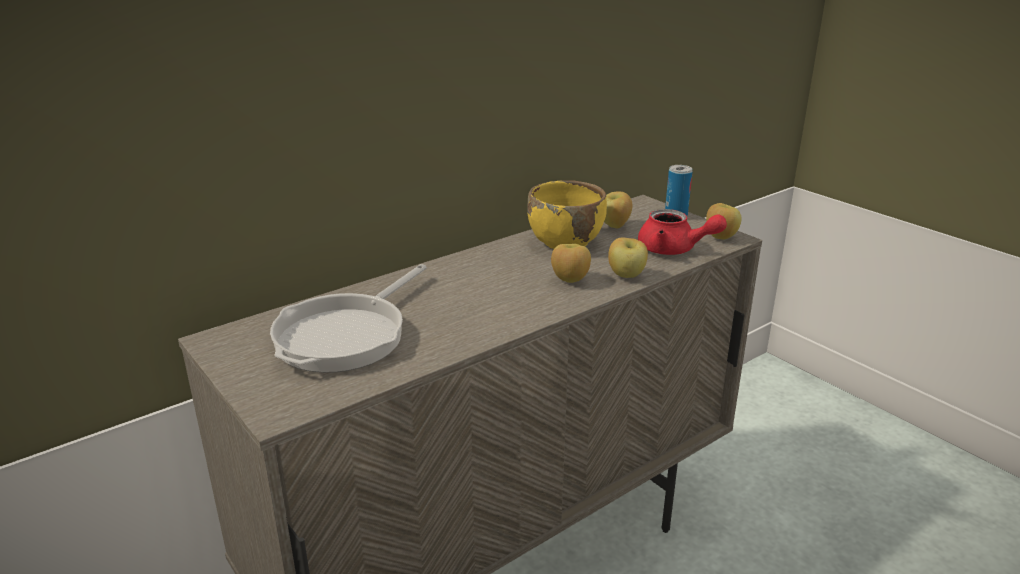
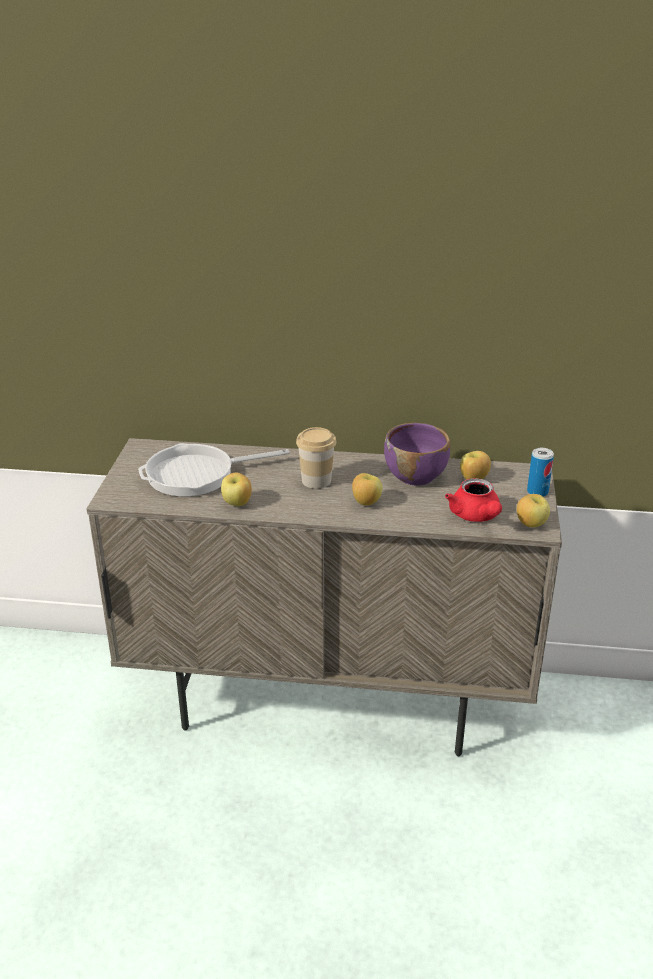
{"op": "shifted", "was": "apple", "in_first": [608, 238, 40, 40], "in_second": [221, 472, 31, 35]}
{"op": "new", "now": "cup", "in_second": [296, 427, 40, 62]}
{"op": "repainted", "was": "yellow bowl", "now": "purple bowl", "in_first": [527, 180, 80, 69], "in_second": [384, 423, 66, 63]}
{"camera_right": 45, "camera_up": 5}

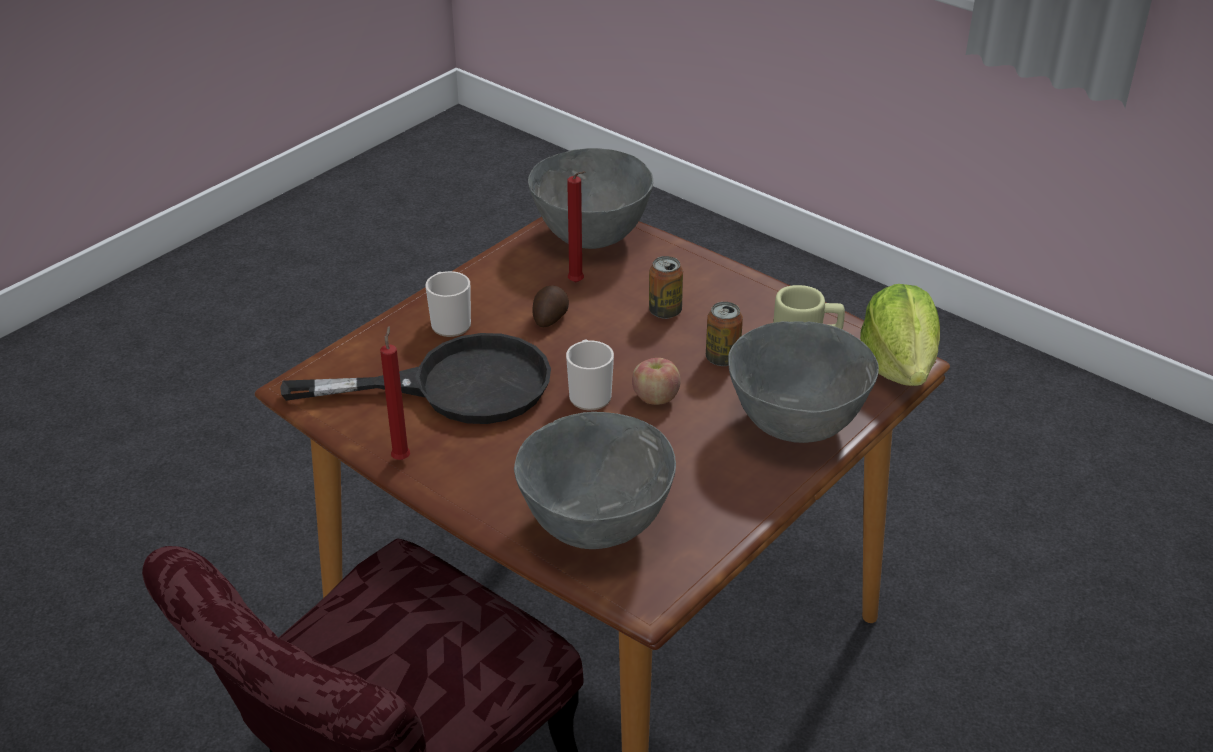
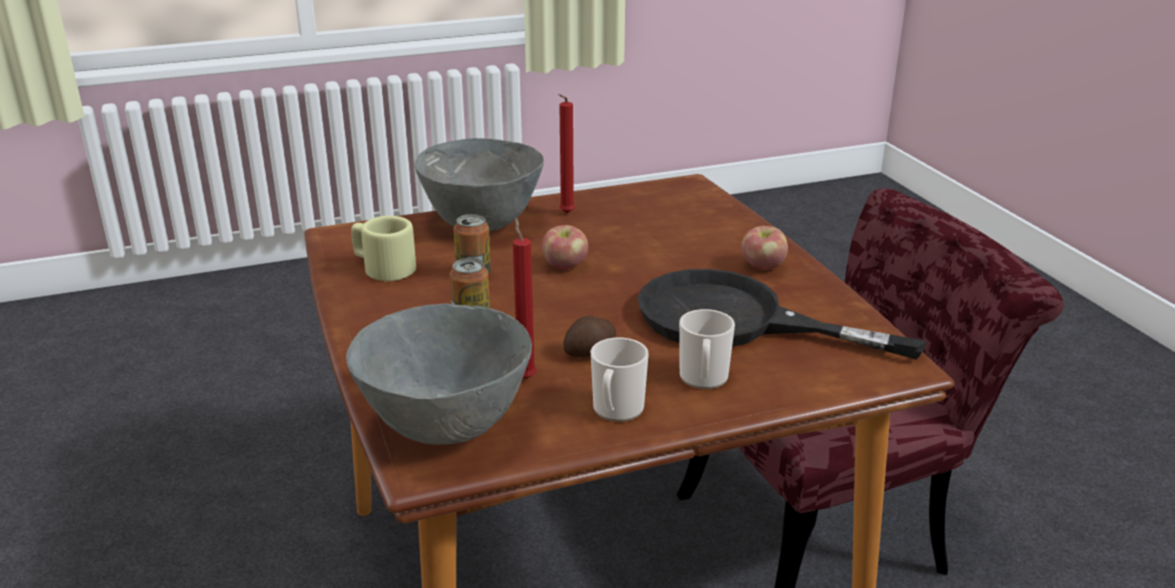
{"op": "shifted", "was": "red candle", "in_first": [380, 326, 30, 134], "in_second": [559, 94, 16, 119]}
{"op": "shifted", "was": "mug", "in_first": [566, 339, 48, 71], "in_second": [591, 337, 58, 85]}
{"op": "new", "now": "apple", "in_second": [741, 226, 47, 44]}
{"op": "gone", "was": "grey bowl", "in_first": [514, 412, 162, 137]}
{"op": "gone", "was": "lettuce", "in_first": [860, 284, 80, 102]}
{"camera_right": -150, "camera_up": -10}

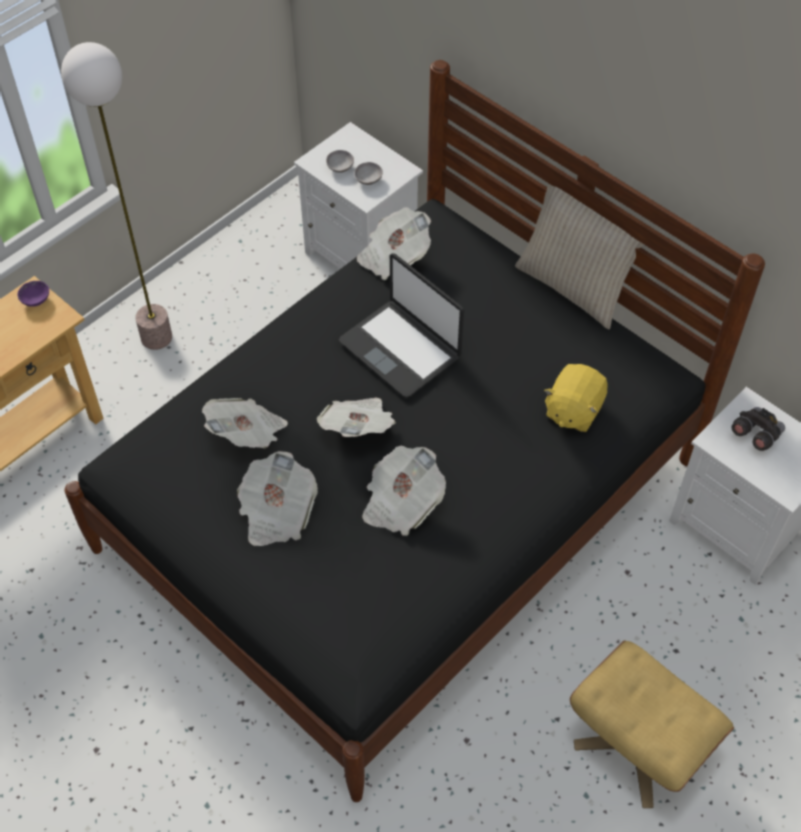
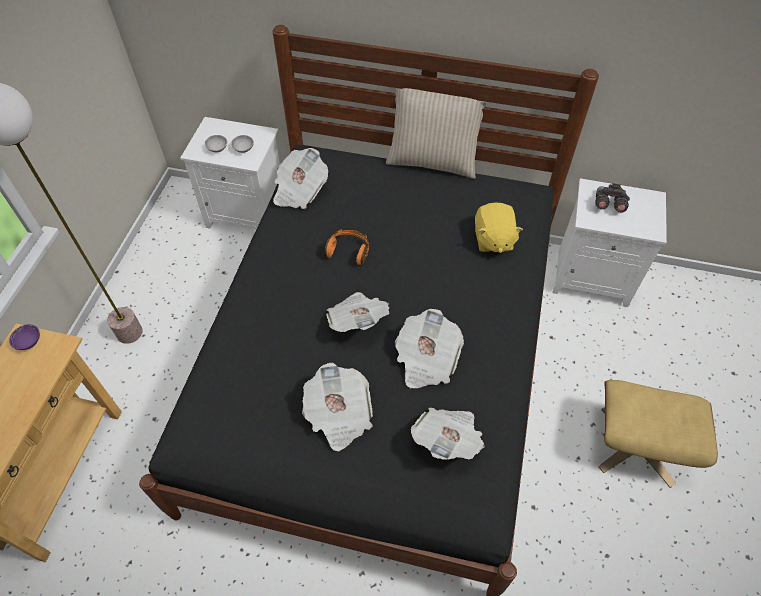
{"op": "swapped", "was": "laptop", "now": "orange headphones", "in_first": [339, 253, 125, 145], "in_second": [324, 229, 45, 36]}
{"op": "shifted", "was": "newspaper", "in_first": [202, 398, 86, 51], "in_second": [411, 408, 74, 52]}
{"camera_right": -30, "camera_up": 0}

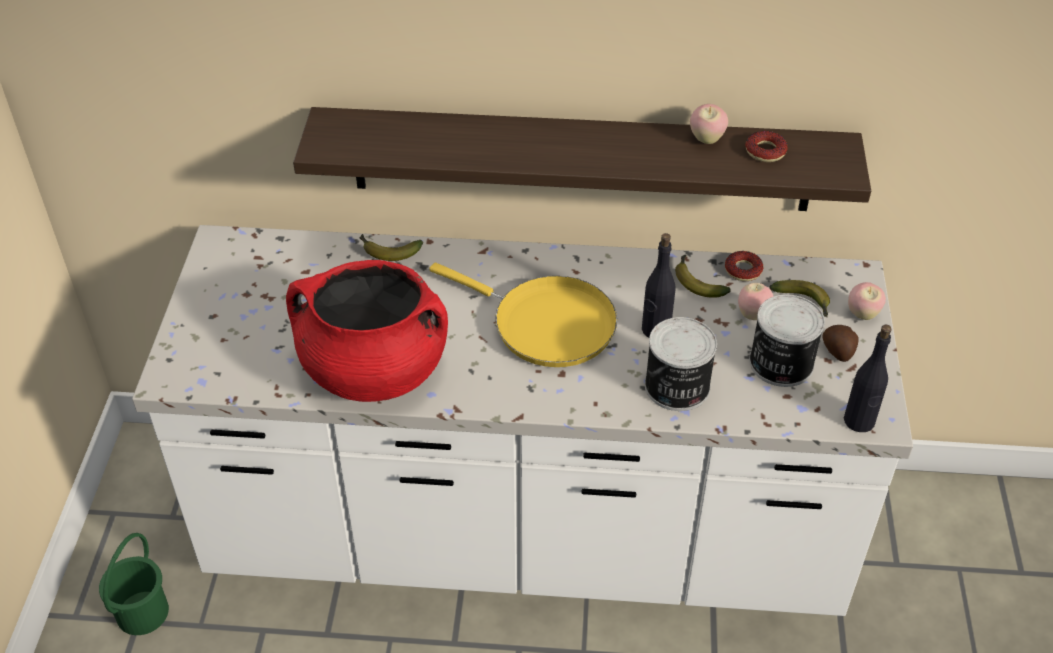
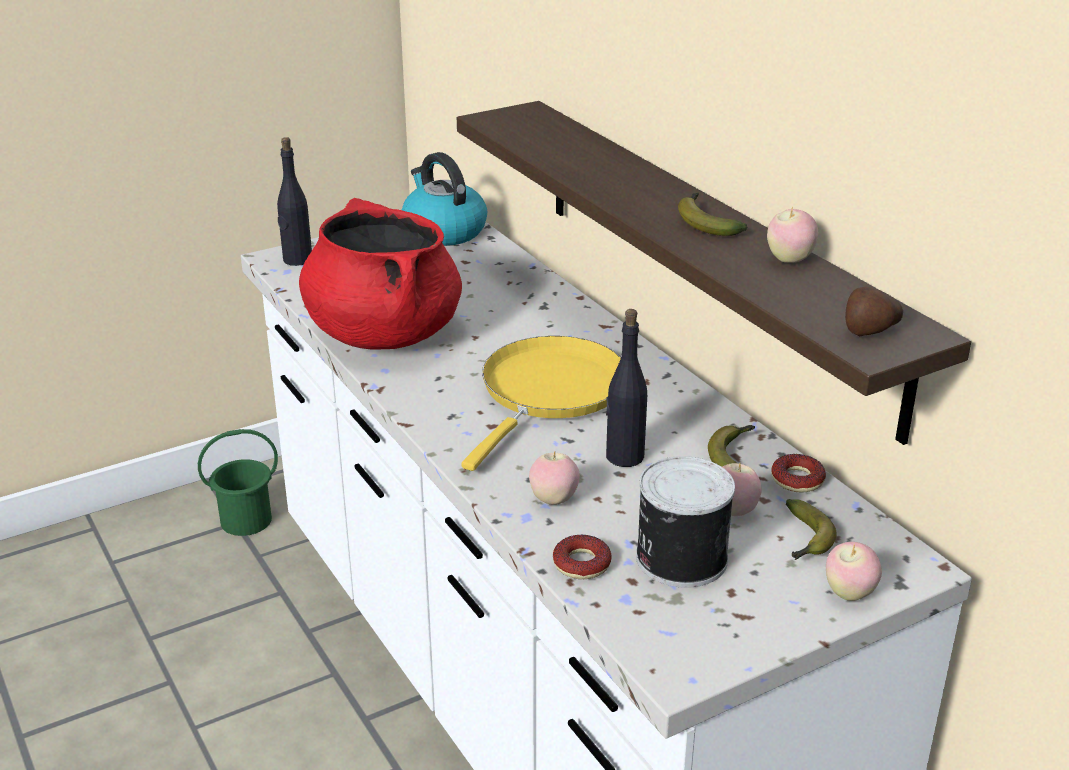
{"op": "shifted", "was": "black bottle", "in_first": [844, 325, 48, 107], "in_second": [277, 137, 35, 129]}
{"op": "new", "now": "kettle", "in_second": [402, 152, 85, 94]}
{"op": "rotated", "was": "yellow frying pan", "in_first": [429, 263, 188, 104], "in_second": [461, 336, 160, 135], "clockwise": -150}
{"op": "swapped", "was": "can", "now": "apple", "in_first": [645, 317, 72, 94], "in_second": [529, 451, 51, 54]}
{"op": "shifted", "was": "donut", "in_first": [745, 131, 43, 31], "in_second": [553, 535, 59, 44]}
{"op": "shifted", "was": "banana", "in_first": [359, 234, 64, 27], "in_second": [678, 193, 70, 43]}
{"op": "shifted", "was": "potato", "in_first": [823, 325, 36, 37], "in_second": [845, 287, 58, 49]}
{"camera_right": 55, "camera_up": -15}

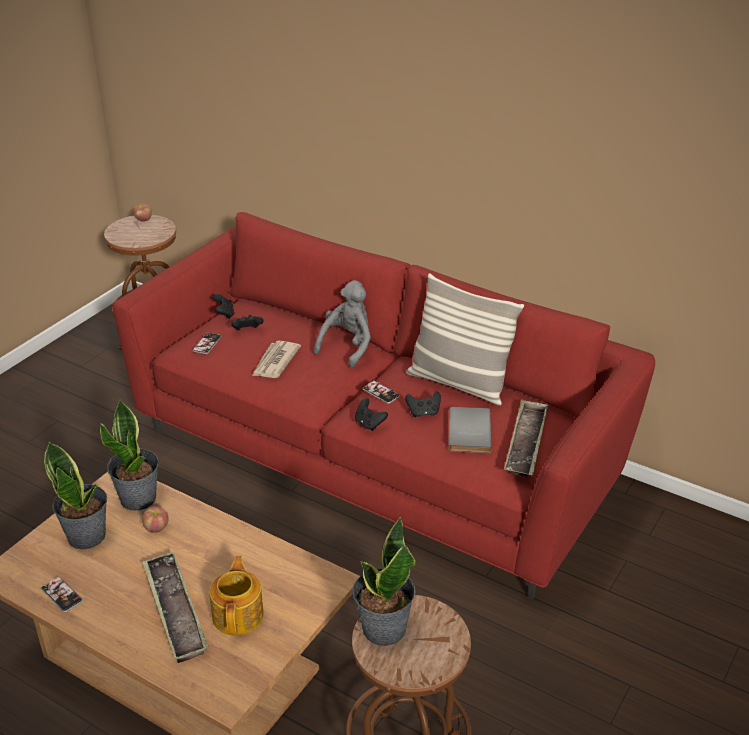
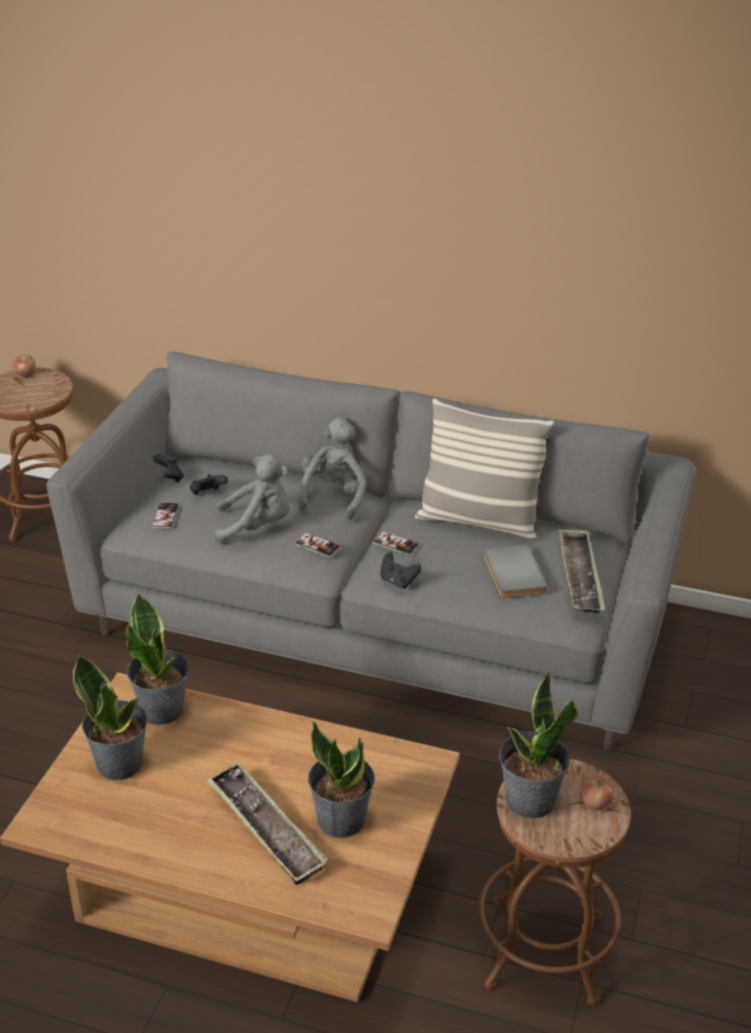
{"op": "repainted", "was": "red sofa", "now": "grey sofa", "in_first": [112, 212, 543, 387], "in_second": [47, 352, 648, 399]}
{"op": "swapped", "was": "newspaper", "now": "grey plush toy", "in_first": [252, 341, 49, 37], "in_second": [215, 454, 75, 90]}
{"op": "shifted", "was": "phone", "in_first": [41, 577, 42, 35], "in_second": [295, 532, 46, 25]}
{"op": "swapped", "was": "teapot", "now": "potted plant", "in_first": [209, 556, 55, 80], "in_second": [308, 722, 67, 116]}
{"op": "shifted", "was": "apple", "in_first": [142, 506, 27, 27], "in_second": [580, 774, 35, 36]}
{"op": "gone", "was": "black game controller", "in_first": [405, 391, 36, 26]}
{"camera_right": -15, "camera_up": 0}

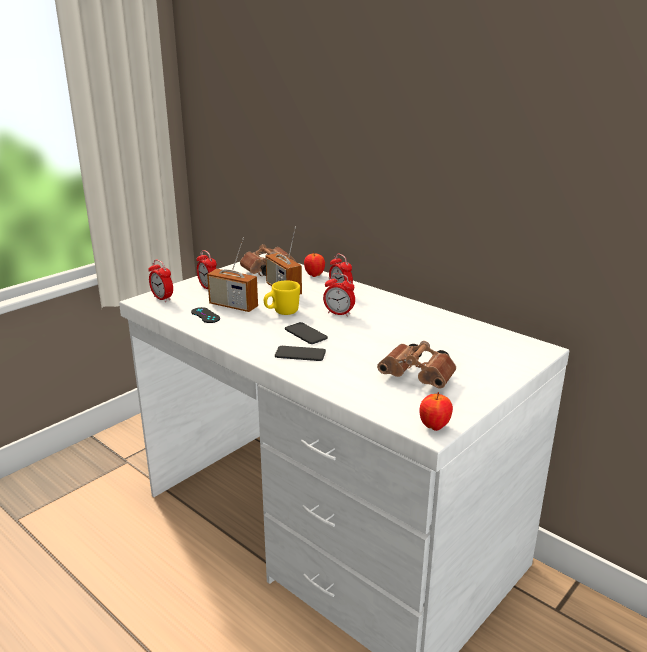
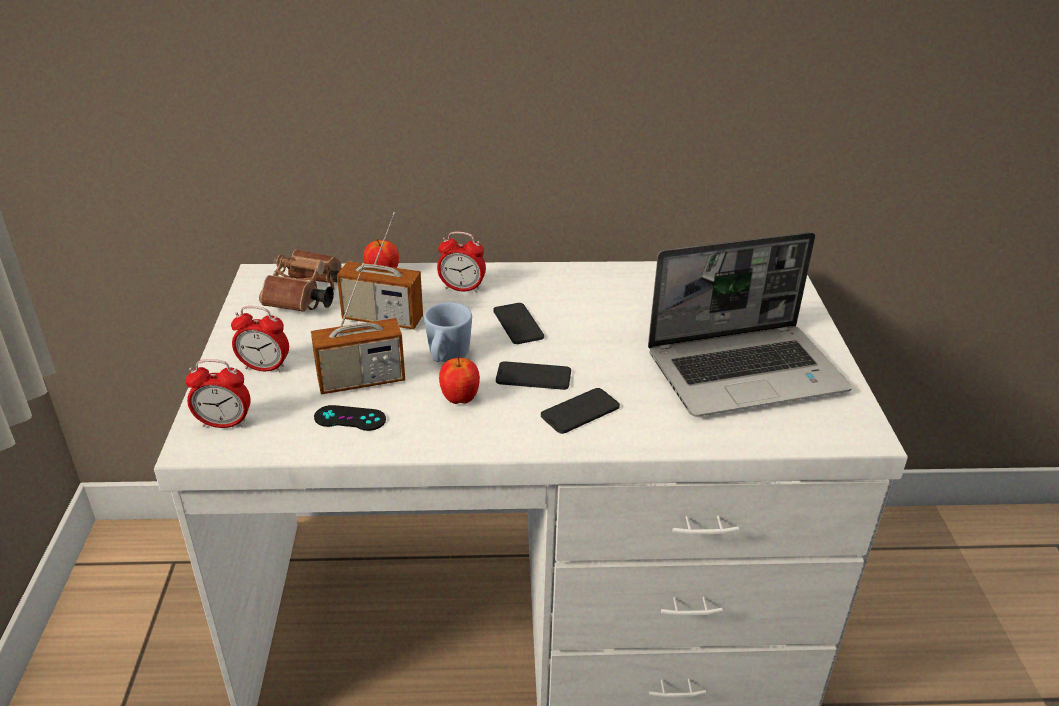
{"op": "repainted", "was": "yellow mug", "now": "blue mug", "in_first": [264, 280, 36, 35], "in_second": [424, 302, 48, 60]}
{"op": "shifted", "was": "apple", "in_first": [419, 392, 34, 39], "in_second": [439, 356, 41, 48]}
{"op": "swapped", "was": "alarm clock", "now": "phone", "in_first": [323, 273, 32, 44], "in_second": [493, 303, 51, 41]}
{"op": "swapped", "was": "brown binoculars", "now": "laptop", "in_first": [377, 341, 79, 48], "in_second": [648, 232, 204, 185]}
{"camera_right": -45, "camera_up": 10}

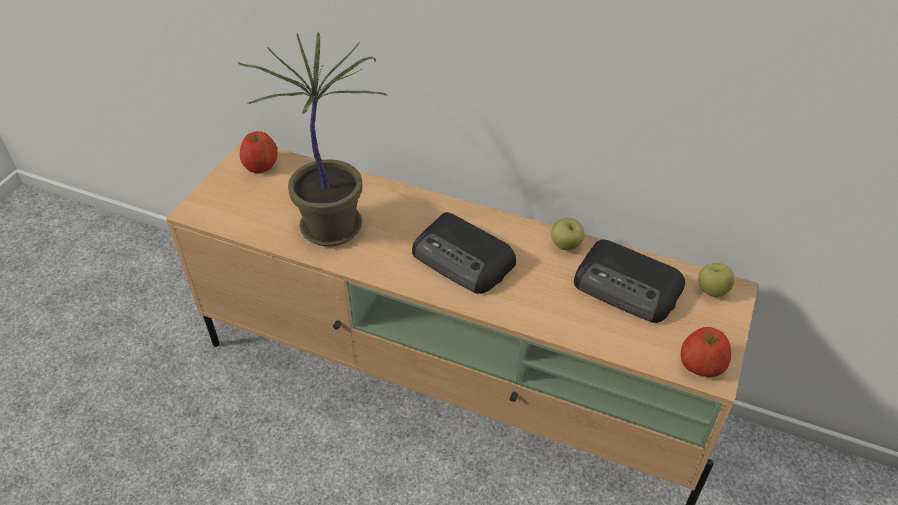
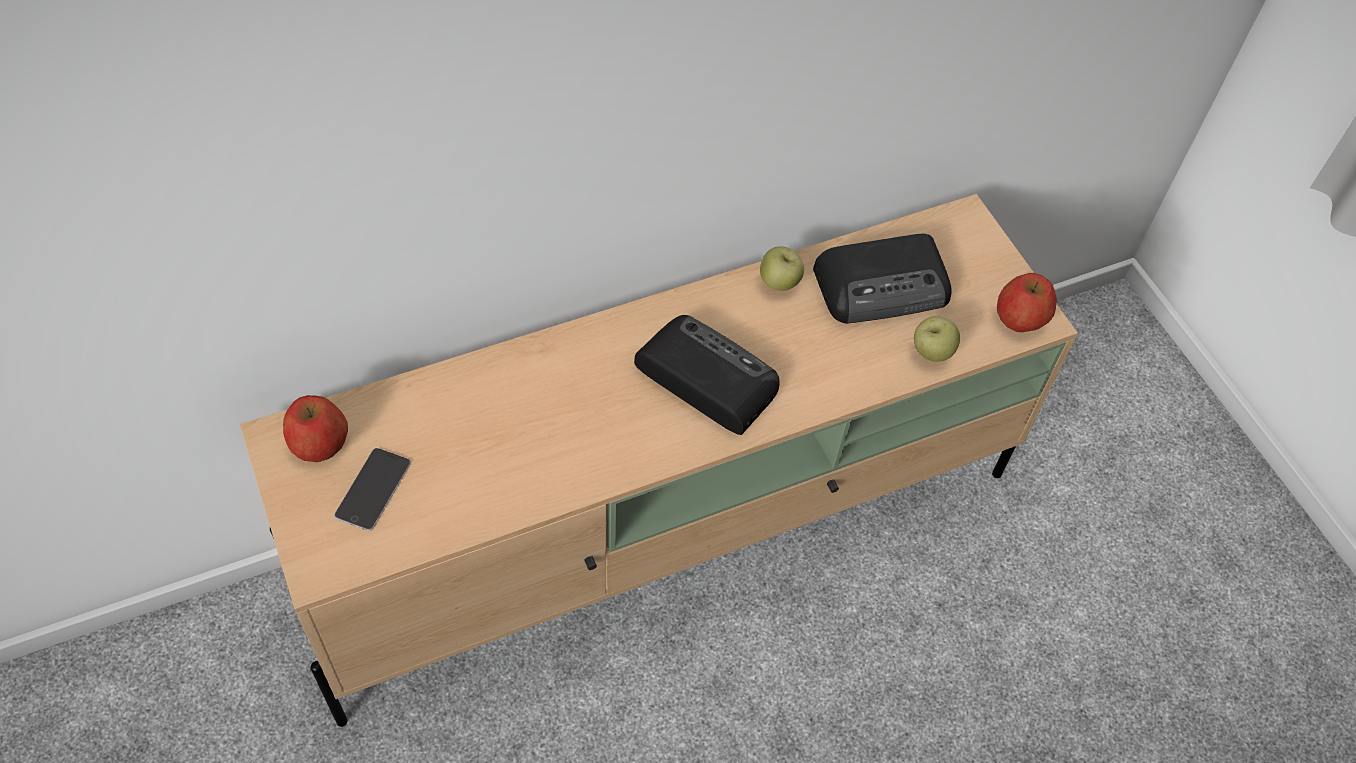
{"op": "new", "now": "phone", "in_second": [334, 448, 77, 83]}
{"op": "rotated", "was": "radio", "in_first": [412, 212, 104, 82], "in_second": [634, 315, 146, 120], "clockwise": -135}
{"op": "shifted", "was": "apple", "in_first": [698, 263, 37, 34], "in_second": [914, 316, 46, 46]}
{"op": "gone", "was": "potted plant", "in_first": [237, 32, 150, 215]}
{"camera_right": -50, "camera_up": 10}

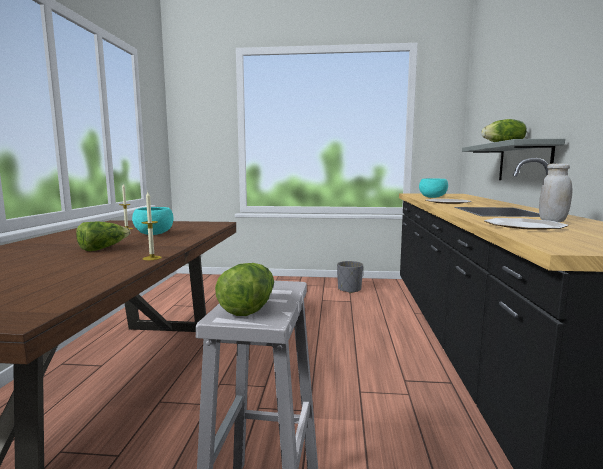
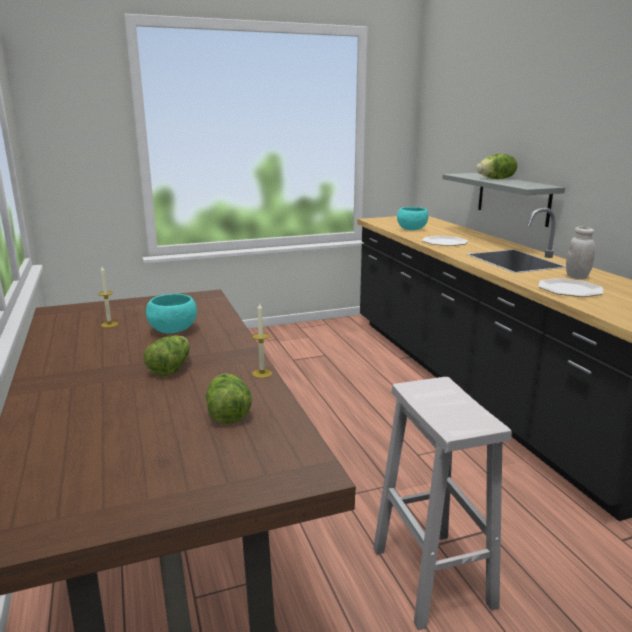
{"op": "shifted", "was": "lettuce", "in_first": [215, 263, 59, 53], "in_second": [205, 374, 47, 50]}
{"op": "gone", "was": "grey planter", "in_first": [337, 261, 26, 32]}
{"camera_right": -25, "camera_up": 10}

